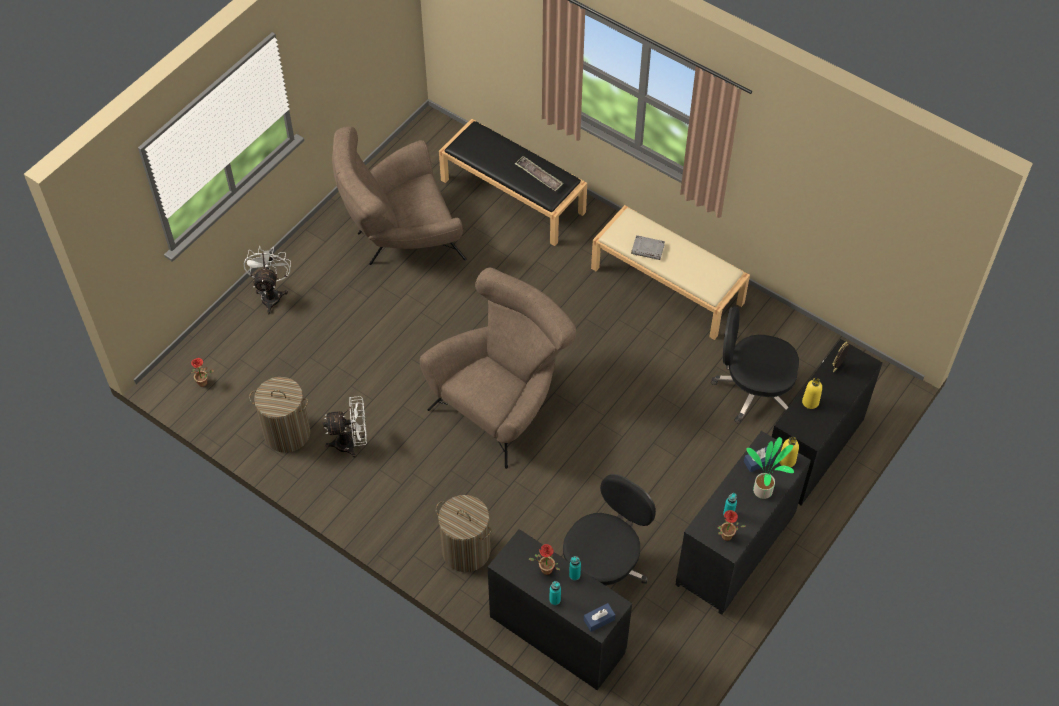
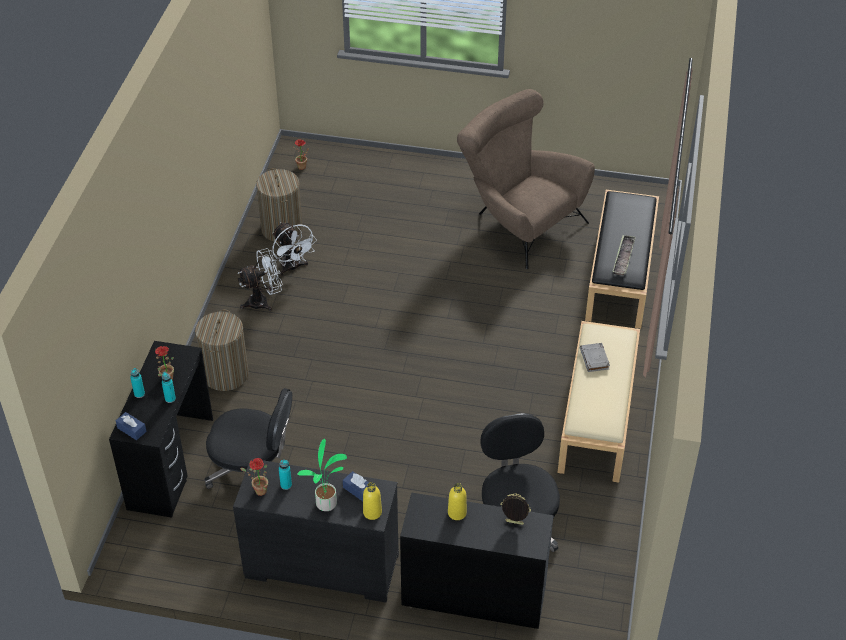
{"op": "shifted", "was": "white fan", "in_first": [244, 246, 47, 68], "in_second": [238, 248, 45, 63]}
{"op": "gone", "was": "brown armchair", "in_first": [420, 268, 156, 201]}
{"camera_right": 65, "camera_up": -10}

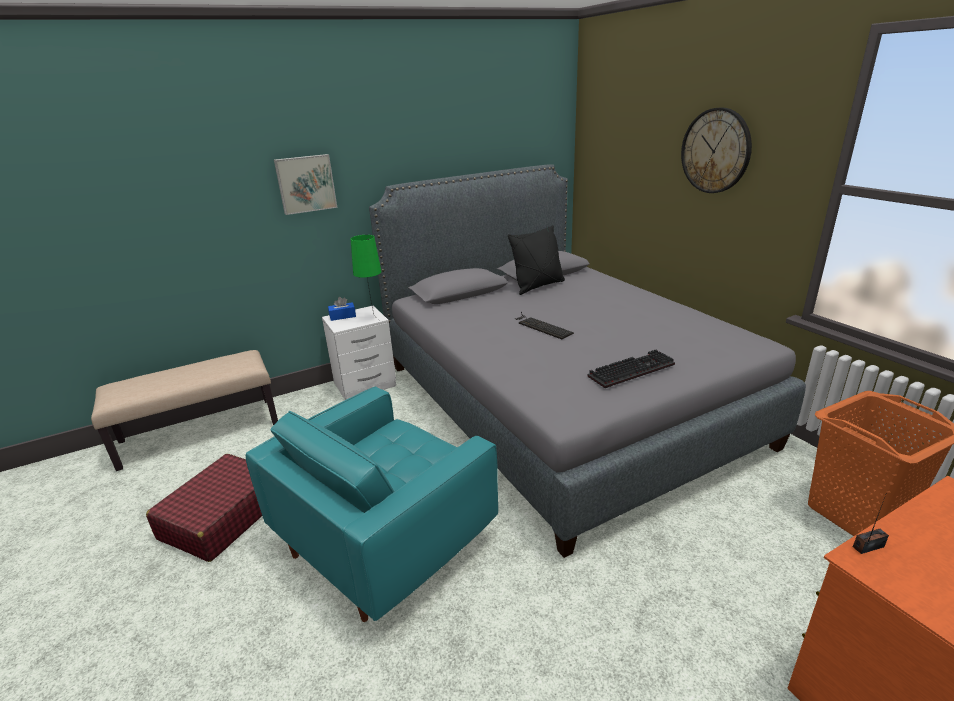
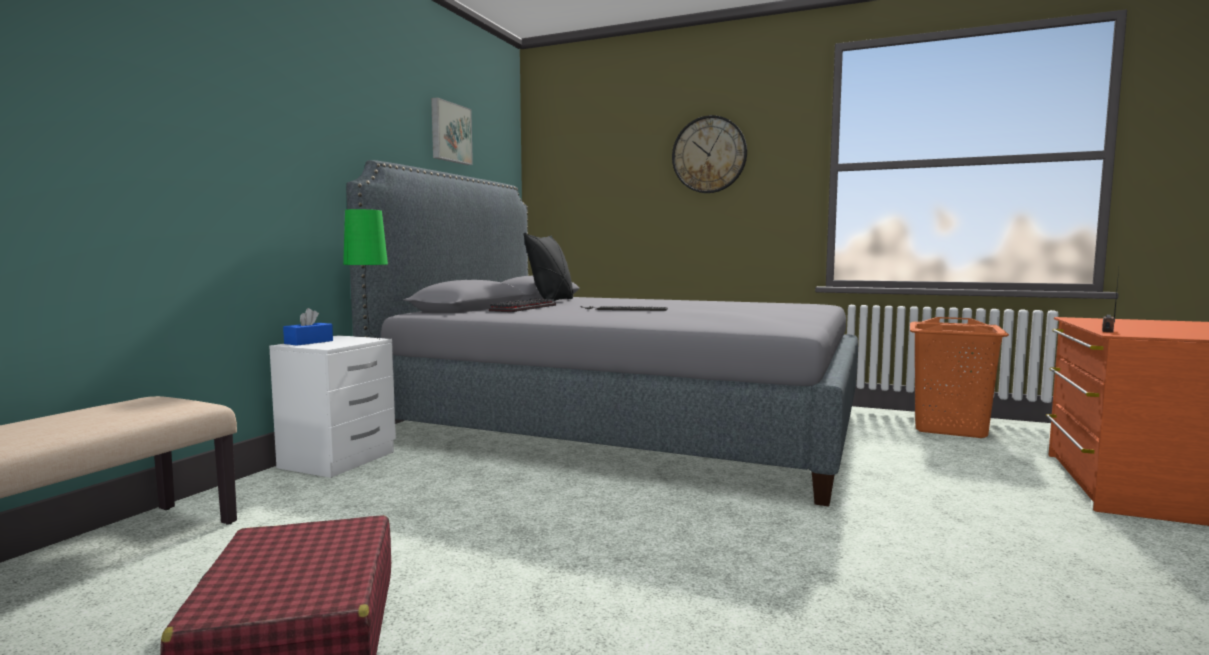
{"op": "shifted", "was": "picture", "in_first": [274, 154, 63, 61], "in_second": [431, 97, 42, 68]}
{"op": "shifted", "was": "keyboard", "in_first": [587, 350, 88, 38], "in_second": [489, 298, 67, 14]}
{"op": "gone", "was": "turquoise armchair", "in_first": [246, 386, 252, 236]}
{"camera_right": -40, "camera_up": -20}

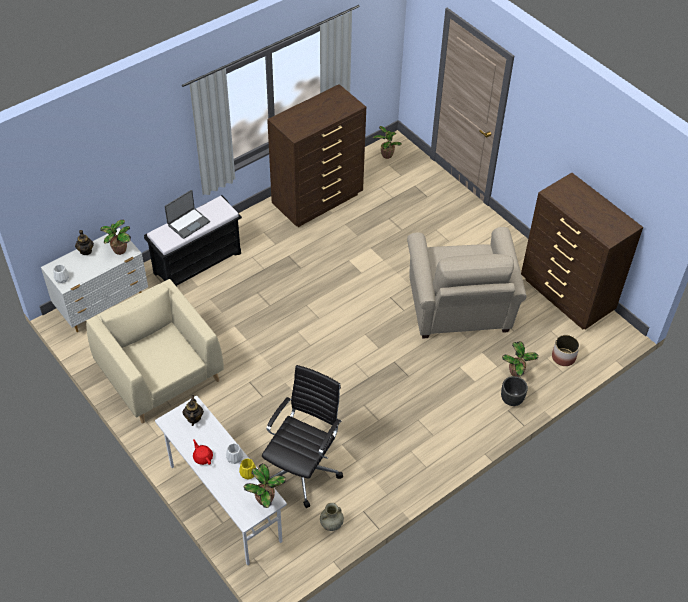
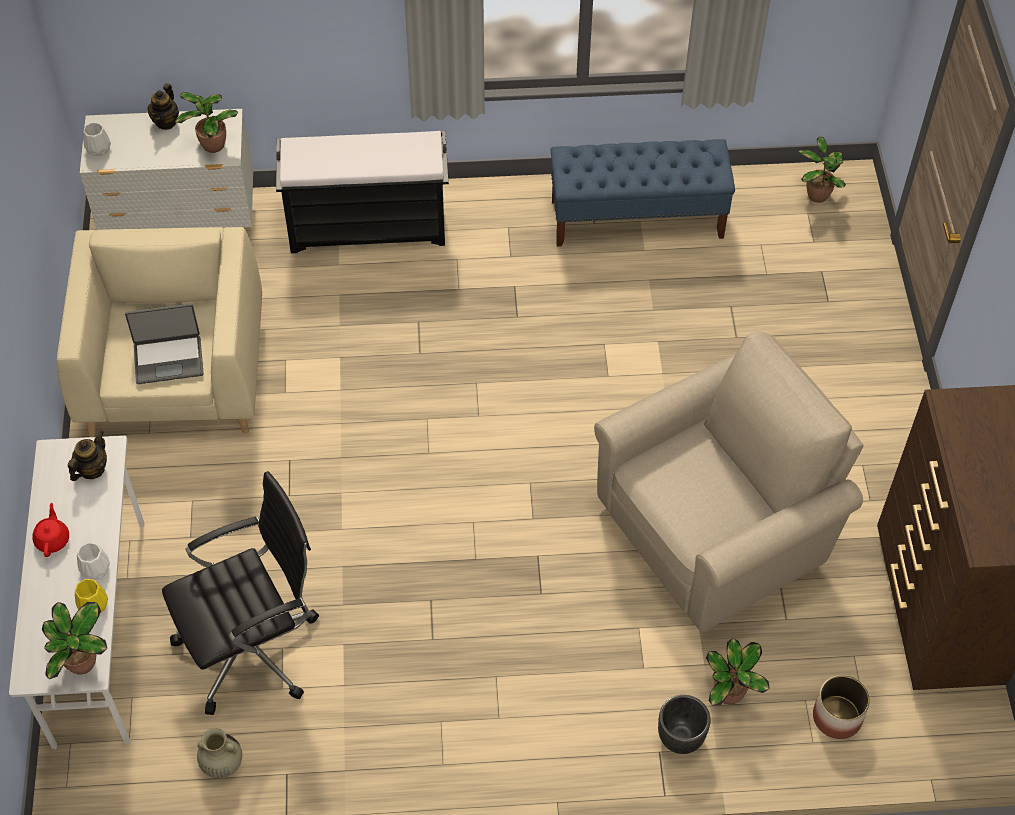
{"op": "shifted", "was": "laptop", "in_first": [165, 190, 45, 49], "in_second": [125, 304, 79, 80]}
{"op": "swapped", "was": "brown dresser", "now": "blue bench", "in_first": [267, 84, 99, 143], "in_second": [551, 139, 184, 108]}
{"op": "rotated", "was": "beige armchair", "in_first": [407, 227, 120, 112], "in_second": [594, 331, 270, 302], "clockwise": -150}
{"camera_right": 35, "camera_up": 5}

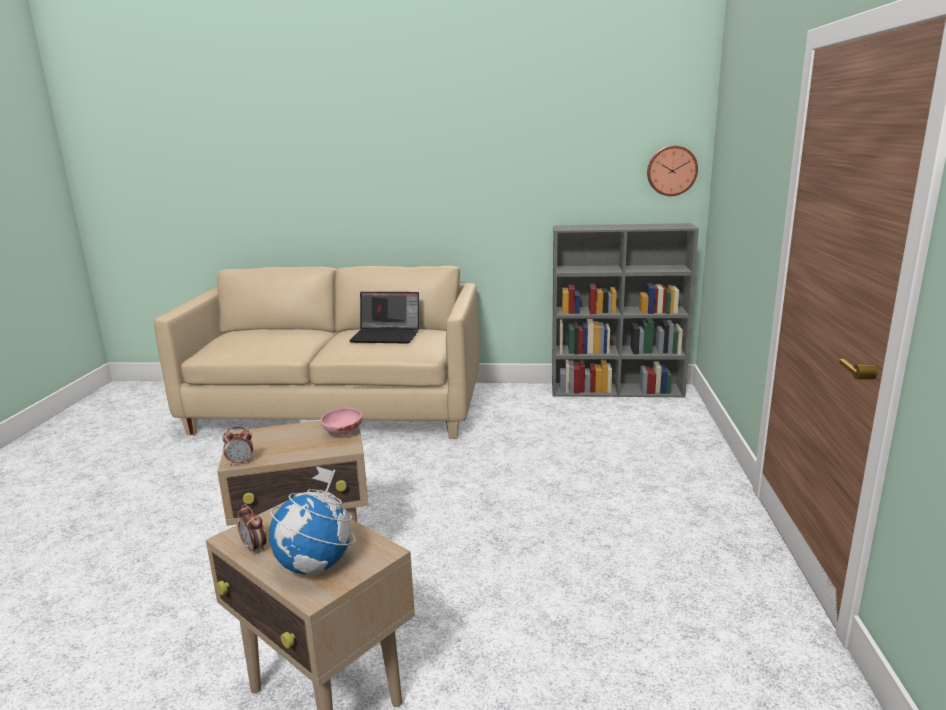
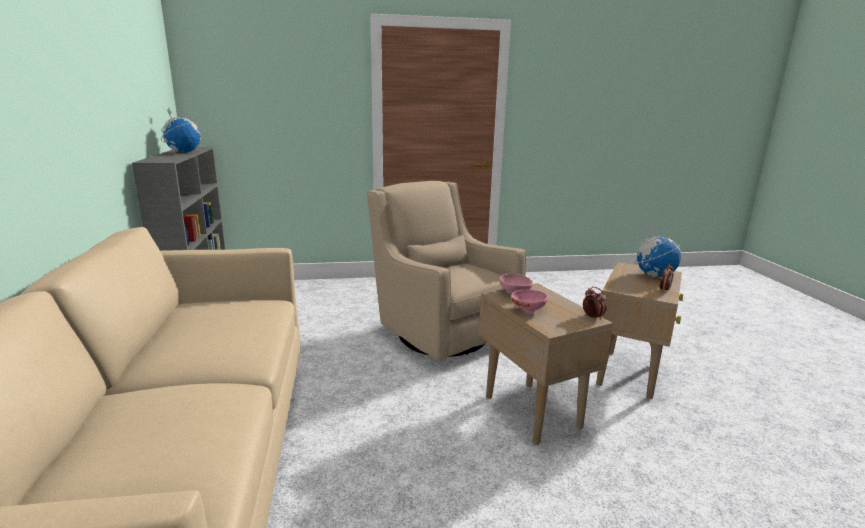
{"op": "new", "now": "globe", "in_second": [161, 108, 40, 45]}
{"op": "new", "now": "beige armchair", "in_second": [367, 181, 159, 180]}
{"op": "new", "now": "pink bowl", "in_second": [511, 290, 37, 23]}
{"op": "gone", "was": "laptop", "in_first": [349, 292, 70, 52]}
{"op": "gone", "was": "wall clock", "in_first": [647, 146, 51, 50]}
{"camera_right": -105, "camera_up": 0}

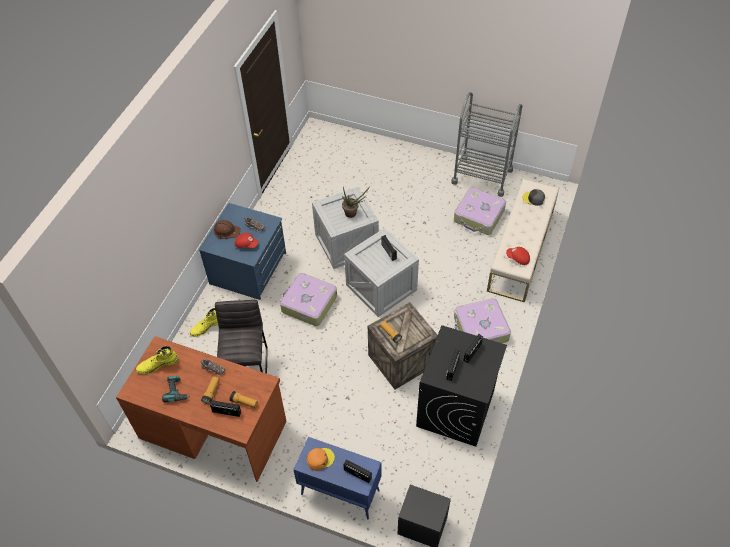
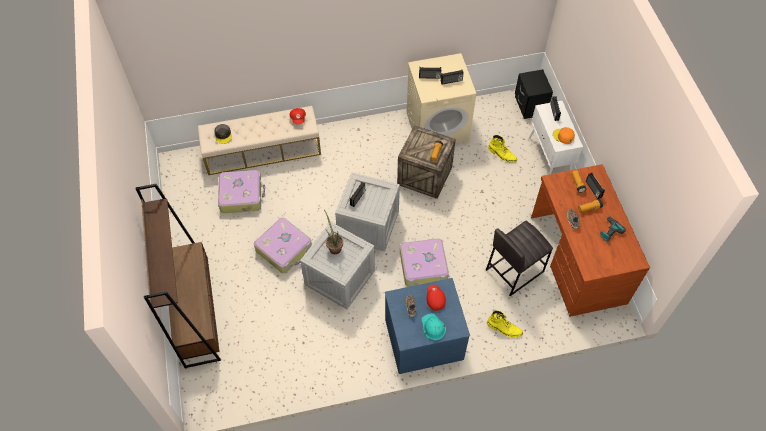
{"op": "new", "now": "brown bookcase", "in_second": [135, 184, 86, 184]}
{"op": "shifted", "was": "suitcase", "in_first": [454, 298, 57, 45], "in_second": [254, 218, 58, 55]}
{"op": "repainted", "was": "black washing machine", "now": "beige washing machine", "in_first": [416, 325, 91, 122], "in_second": [407, 53, 69, 91]}
{"op": "repainted", "was": "brown hard hat", "now": "turquoise hard hat", "in_first": [214, 220, 27, 19], "in_second": [421, 313, 25, 27]}
{"op": "shifted", "was": "yellow boot", "in_first": [136, 346, 43, 28], "in_second": [488, 135, 29, 27]}
{"op": "repainted", "was": "blue cabinet", "now": "white cabinet", "in_first": [293, 437, 88, 82], "in_second": [529, 101, 54, 73]}
{"op": "gone", "was": "grey cart", "in_first": [451, 92, 72, 105]}
{"camera_right": -125, "camera_up": 5}

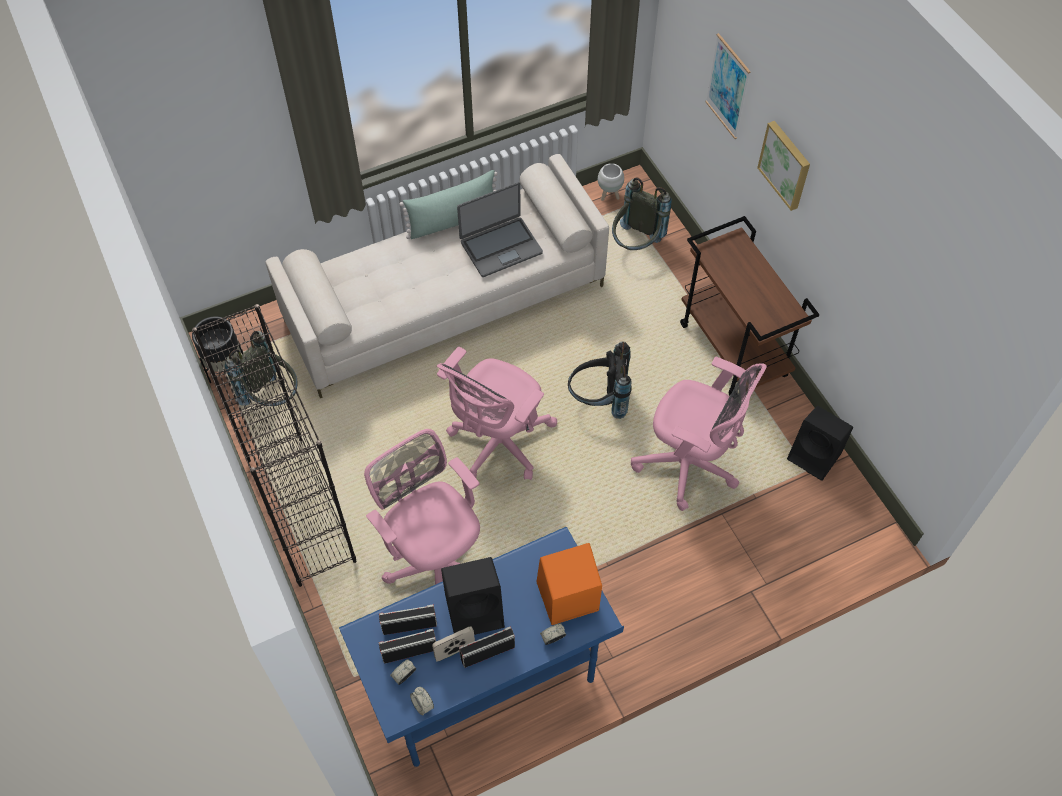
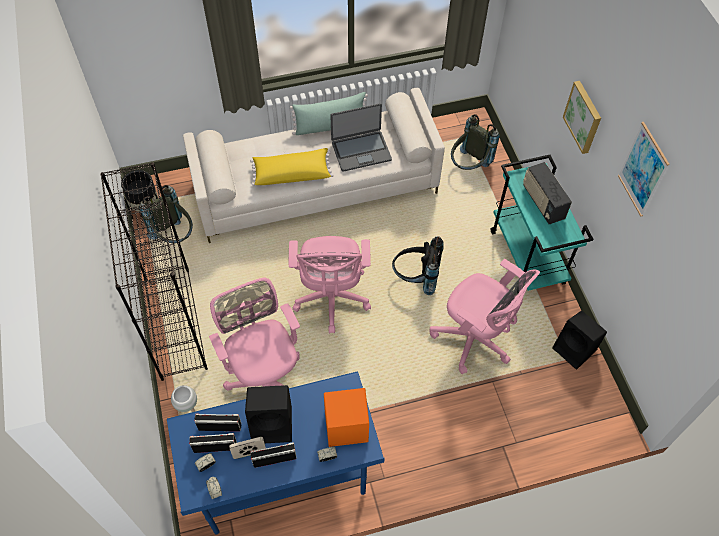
{"op": "shifted", "was": "white planter", "in_first": [598, 163, 26, 38], "in_second": [171, 385, 26, 28]}
{"op": "new", "now": "yellow pillow", "in_second": [250, 148, 84, 38]}
{"op": "rotated", "was": "pink office chair", "in_first": [437, 347, 120, 133], "in_second": [289, 236, 82, 97], "clockwise": -45}
{"op": "repainted", "was": "brown cart", "now": "turquoise cart", "in_first": [680, 216, 140, 180], "in_second": [491, 155, 102, 136]}
{"op": "new", "now": "radio", "in_second": [523, 162, 49, 62]}
{"op": "shifted", "was": "picture", "in_first": [705, 33, 46, 106], "in_second": [618, 122, 51, 95]}
{"camera_right": 10, "camera_up": 0}

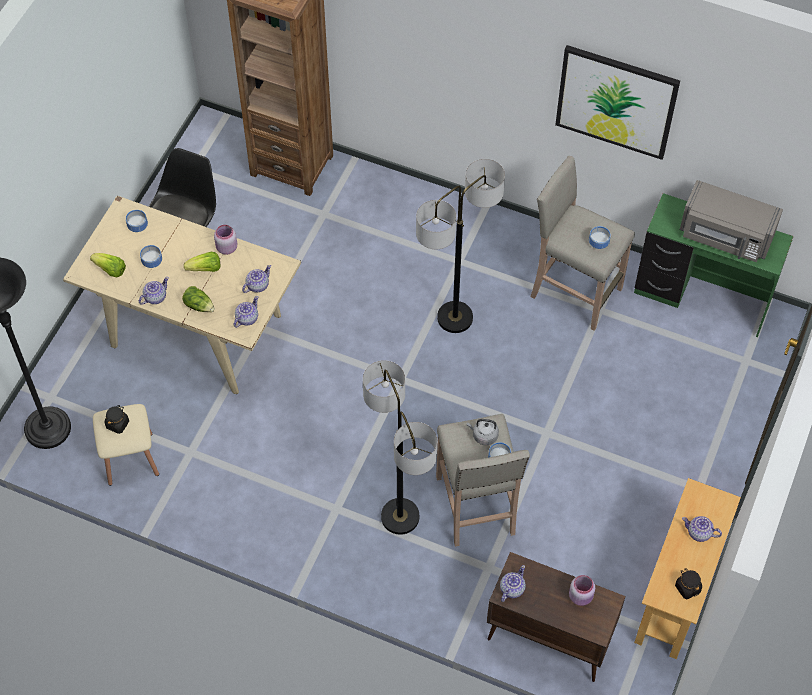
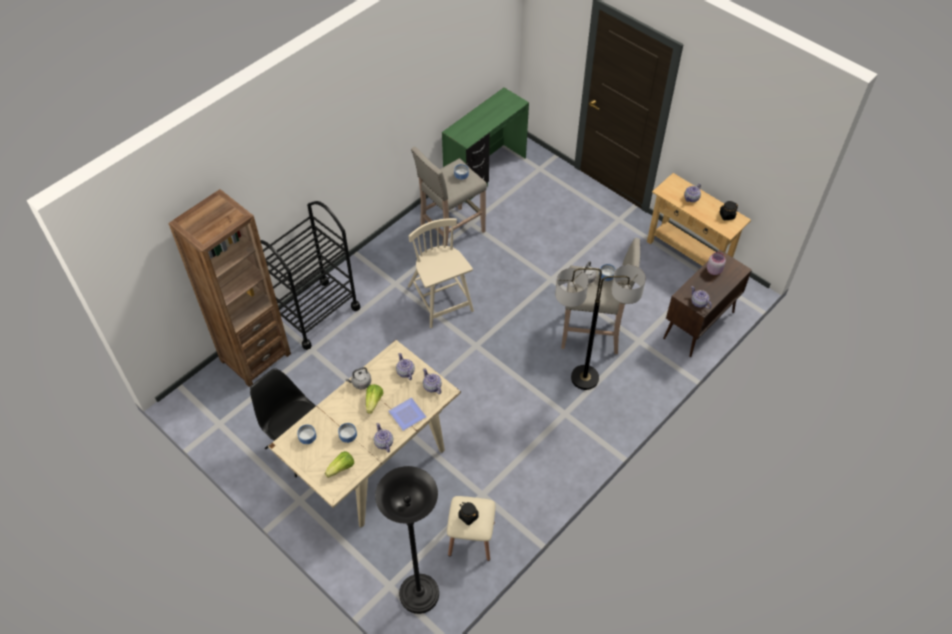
{"op": "new", "now": "black cart", "in_second": [260, 201, 101, 149]}
{"op": "swapped", "was": "pink jar", "now": "grey kettle", "in_first": [214, 225, 23, 30], "in_second": [345, 367, 26, 22]}
{"op": "swapped", "was": "lettuce", "now": "plate", "in_first": [182, 286, 33, 26], "in_second": [388, 398, 38, 33]}
{"op": "swapped", "was": "floor lamp", "now": "beige chair", "in_first": [416, 159, 89, 174], "in_second": [408, 218, 66, 110]}
{"op": "gone", "was": "picture", "in_first": [555, 45, 125, 115]}
{"op": "gone", "was": "grey microwave", "in_first": [680, 180, 103, 82]}
{"camera_right": -70, "camera_up": -5}

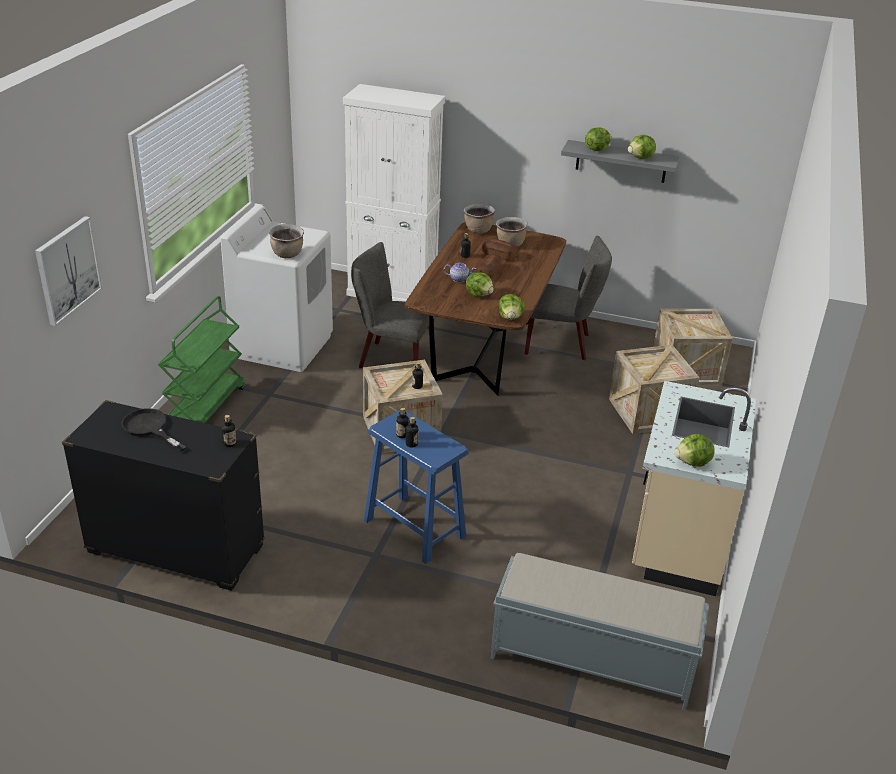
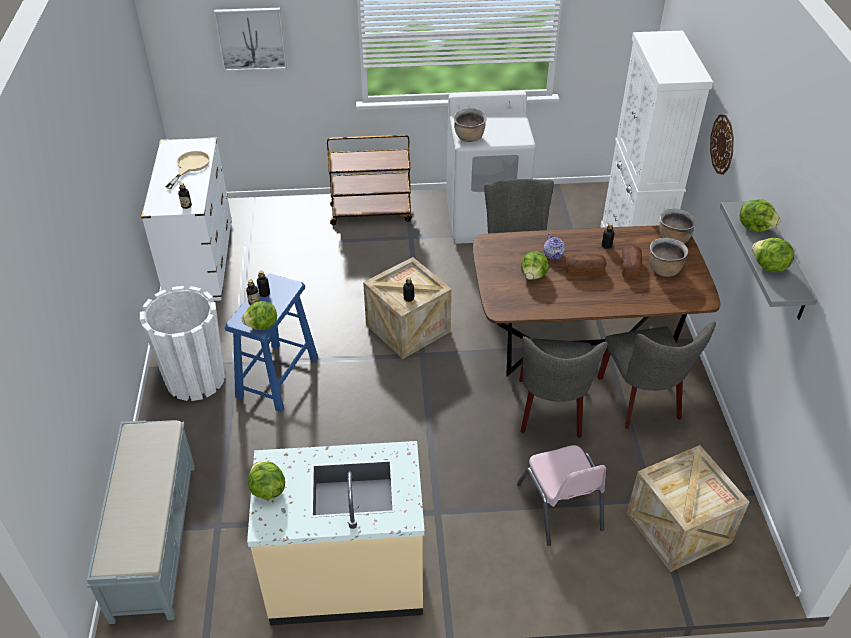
{"op": "new", "now": "white planter", "in_second": [140, 286, 85, 115]}
{"op": "repainted", "was": "black dresser", "now": "white dresser", "in_first": [62, 400, 203, 191], "in_second": [141, 137, 91, 164]}
{"op": "repainted", "was": "black frying pan", "now": "beige frying pan", "in_first": [121, 408, 65, 44], "in_second": [165, 151, 45, 38]}
{"op": "shifted", "was": "lettuce", "in_first": [499, 294, 26, 26], "in_second": [242, 301, 35, 29]}
{"op": "repainted", "was": "green cart", "now": "brown cart", "in_first": [158, 296, 87, 127], "in_second": [327, 135, 85, 90]}
{"op": "swapped", "was": "crate", "now": "pink chair", "in_first": [609, 345, 91, 89], "in_second": [517, 445, 89, 101]}
{"op": "new", "now": "grey chair", "in_second": [519, 336, 89, 102]}
{"op": "new", "now": "wall clock", "in_second": [710, 115, 24, 60]}
{"camera_right": 70, "camera_up": 10}

